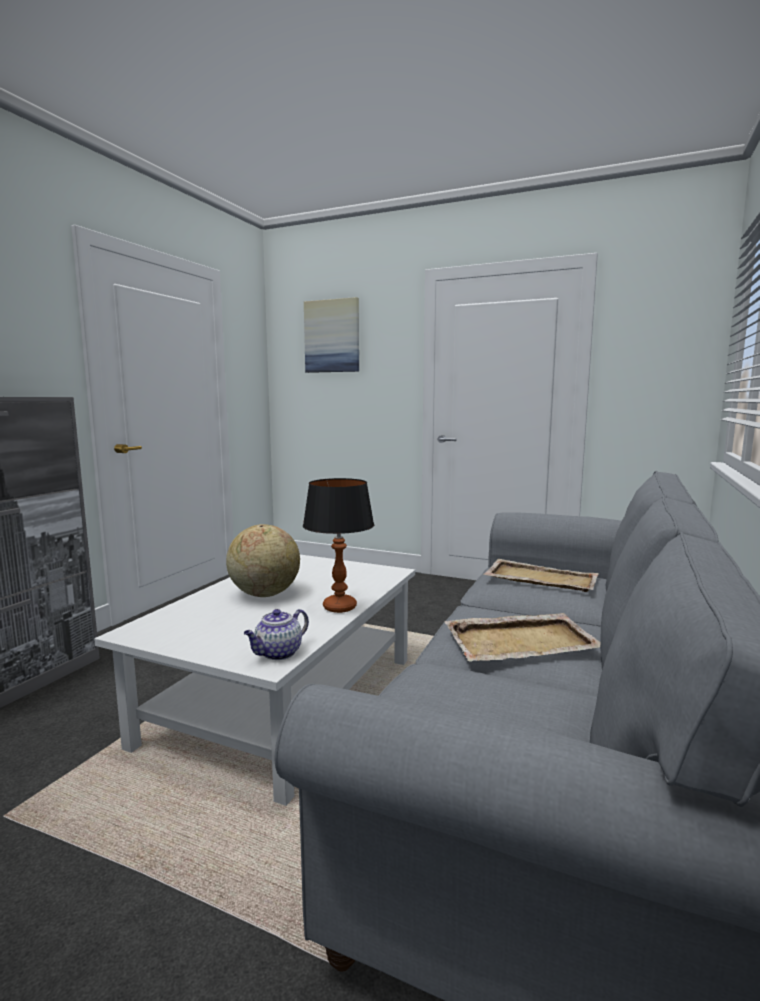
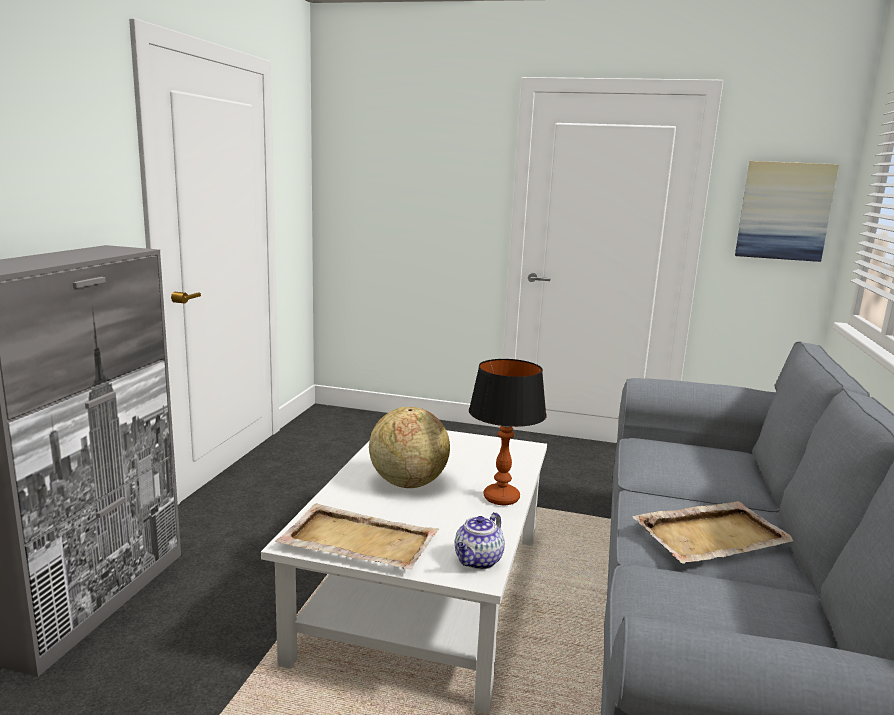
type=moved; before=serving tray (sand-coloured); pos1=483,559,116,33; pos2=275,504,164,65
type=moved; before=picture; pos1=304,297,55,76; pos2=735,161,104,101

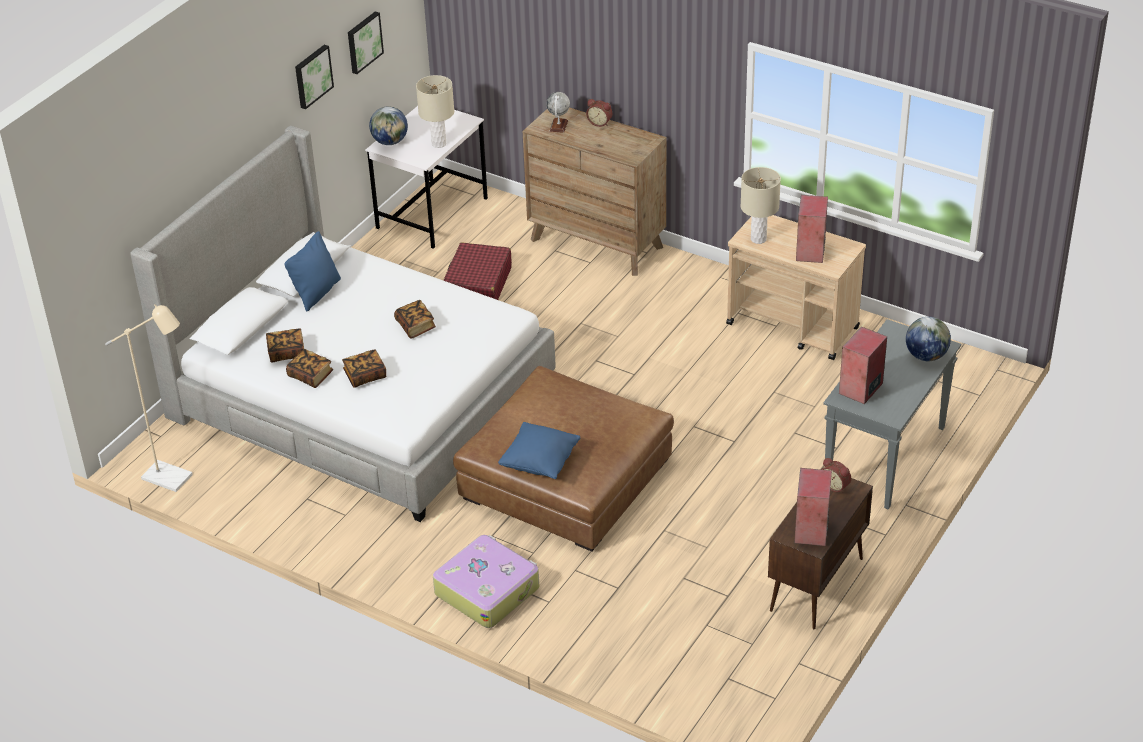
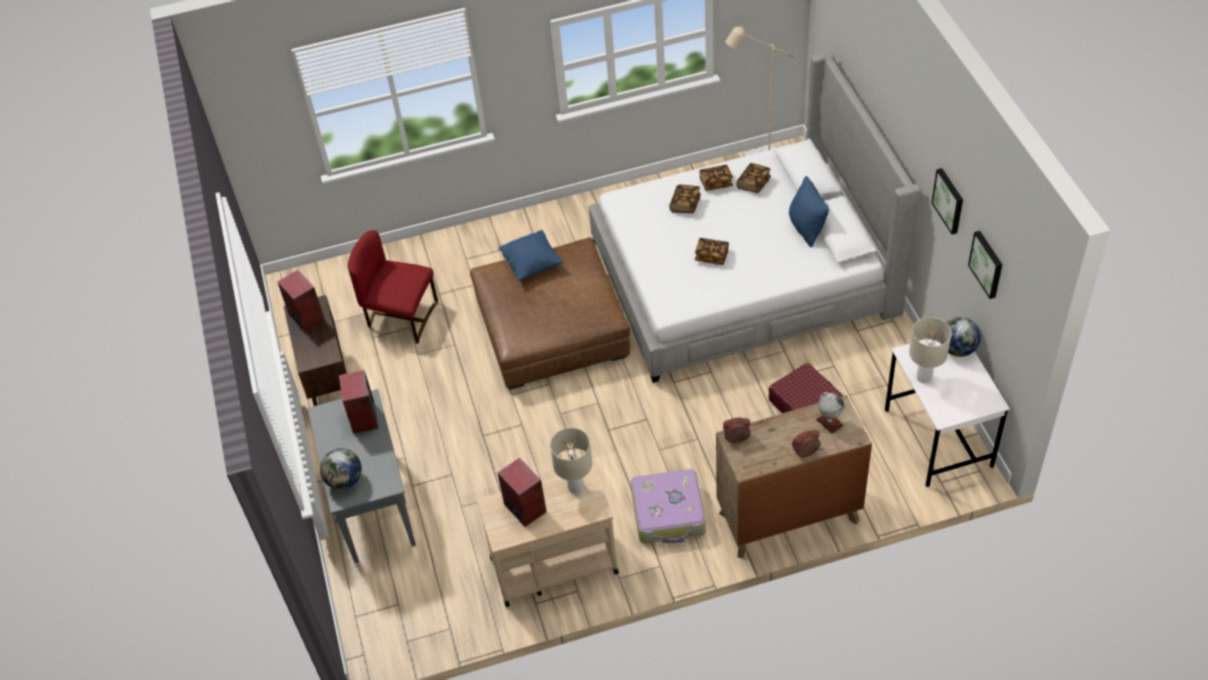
type=added; after=chair (red); pos2=348,230,90,114
type=moved; before=piece of luggage; pos1=433,535,106,93; pos2=631,469,75,74
type=moved; before=table clock; pos1=822,458,29,35; pos2=723,418,27,25

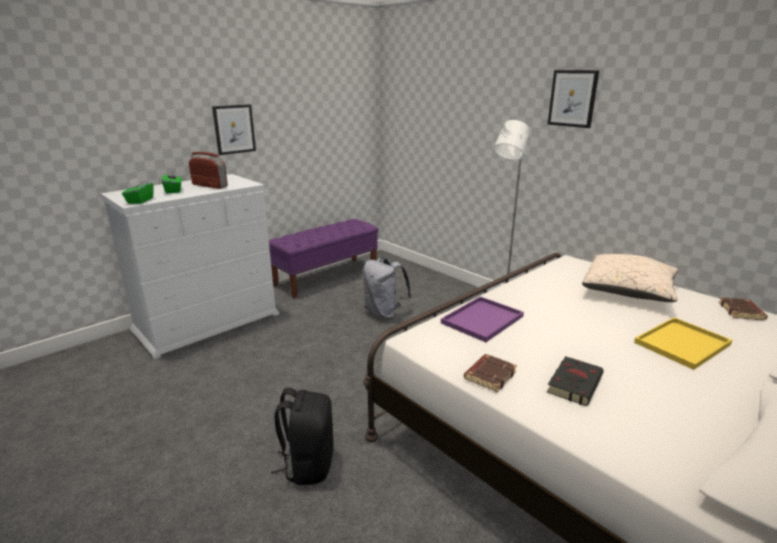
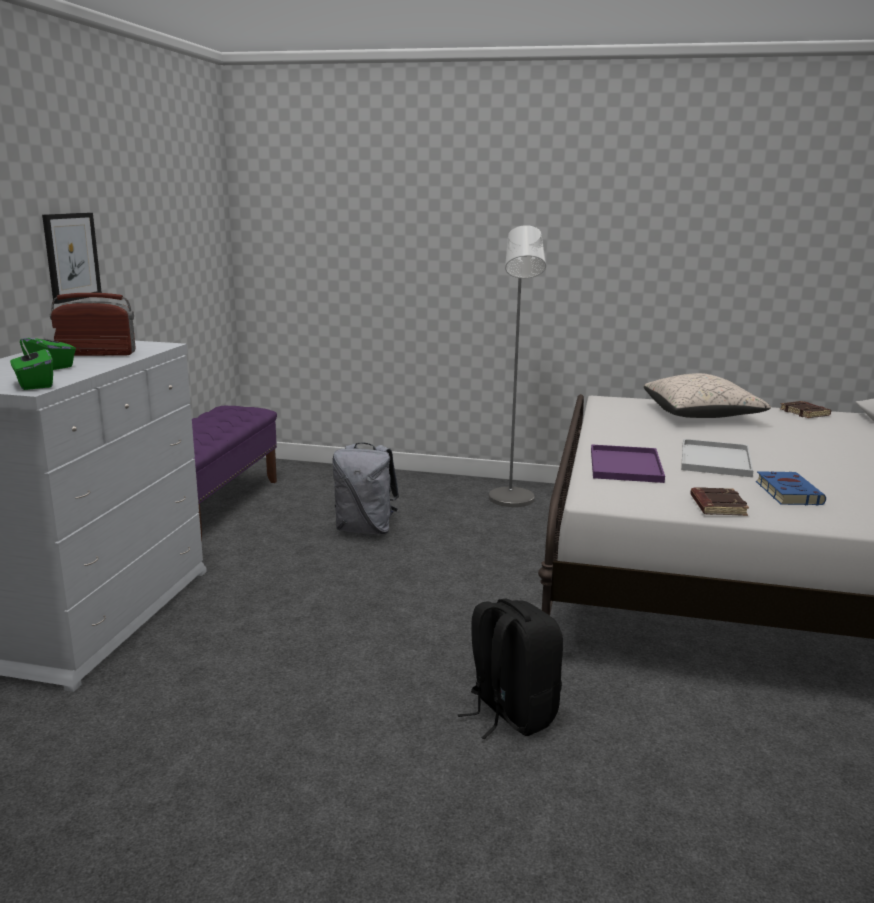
type=added; after=serving tray (white); pos2=681,439,72,38
type=recoloured; before=book (blackish); after=book (blue-coloured); pos1=547,356,57,50; pos2=756,471,70,35
type=removed; before=picture; pos1=547,70,52,58
type=removed; before=serving tray (yellow); pos1=634,317,98,53

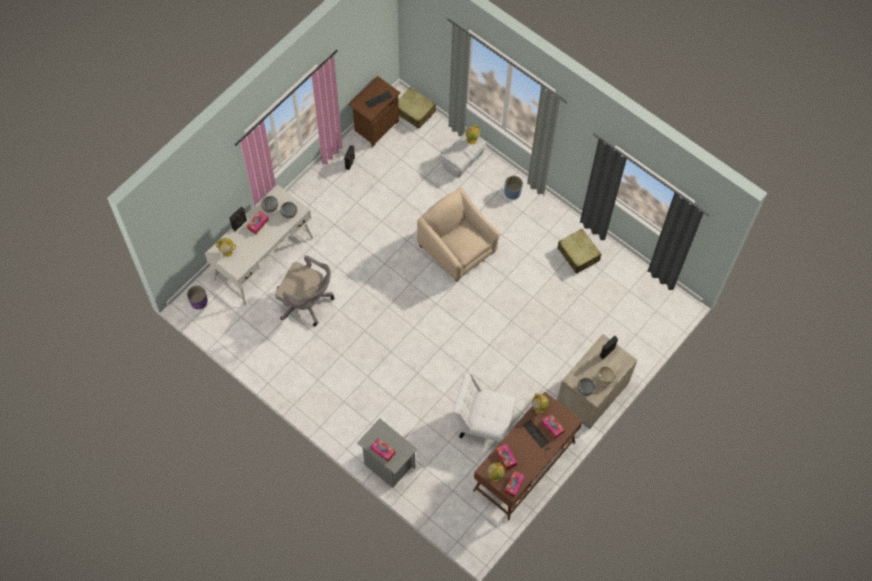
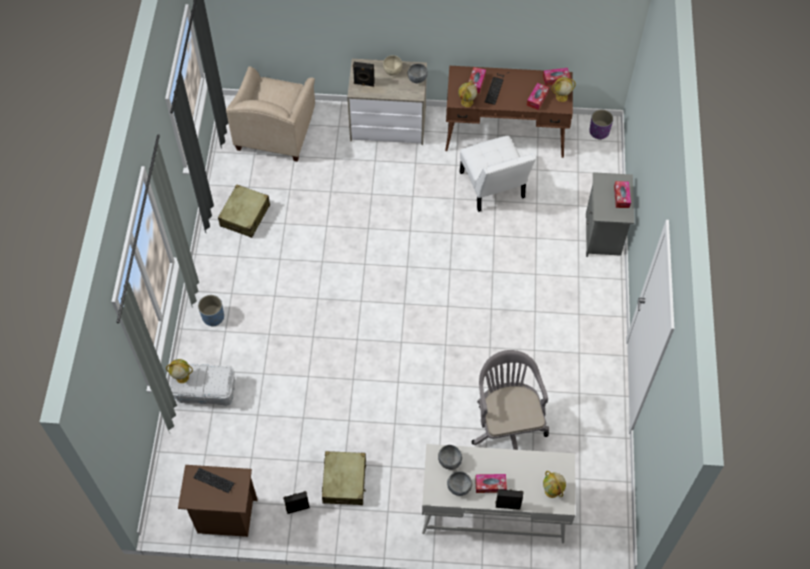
type=moved; before=armchair (sand-coloured); pos1=417,188,83,94; pos2=226,66,89,96
type=moved; before=piece of luggage (sand-coloured); pos1=398,87,38,42; pos2=322,451,44,54
type=moved; before=flower pot (purple-coloured); pos1=187,286,21,24; pos2=590,109,23,31

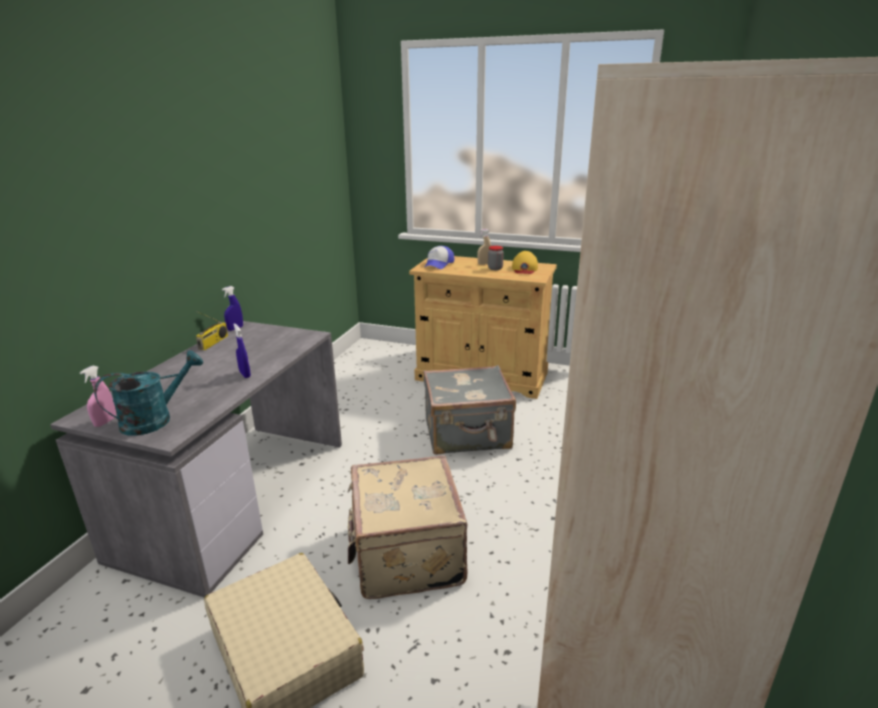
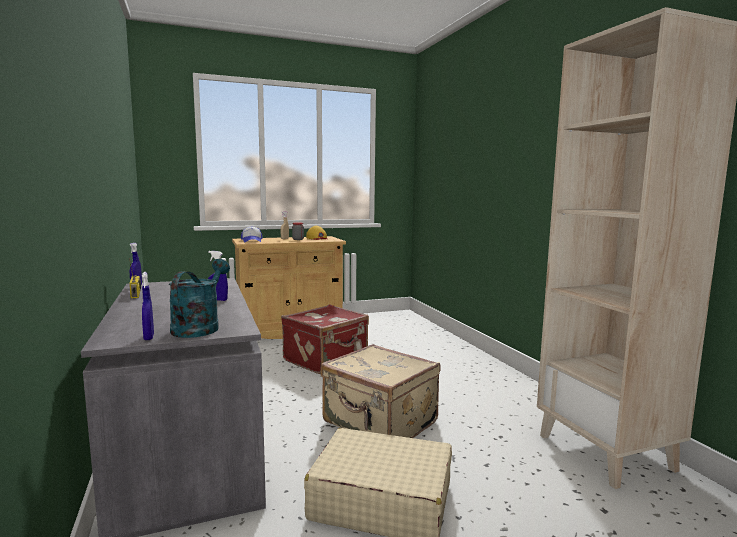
type=recoloured; before=hand sprayer (pink-coloured); after=hand sprayer (blue-coloured); pos1=80,366,36,61; pos2=142,272,12,68
type=recoloured; before=piece of luggage (greyish); after=piece of luggage (red); pos1=423,365,93,90; pos2=281,305,88,69

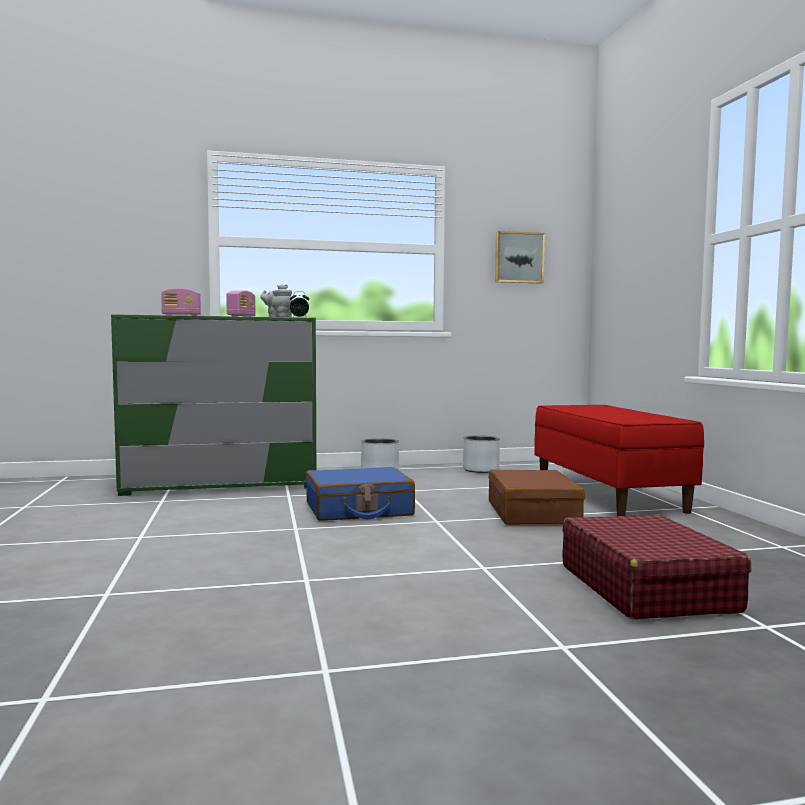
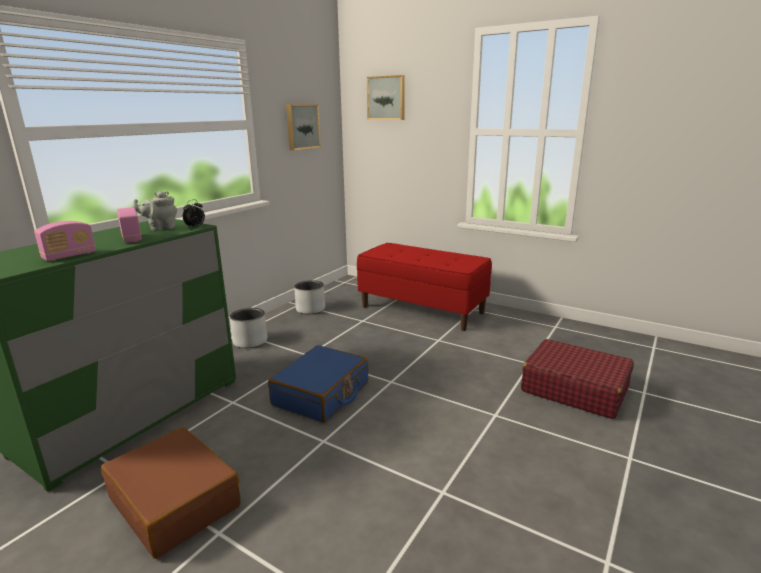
type=moved; before=piece of luggage (brown); pos1=488,469,97,56; pos2=101,427,140,132
type=added; after=picture; pos2=367,75,38,45

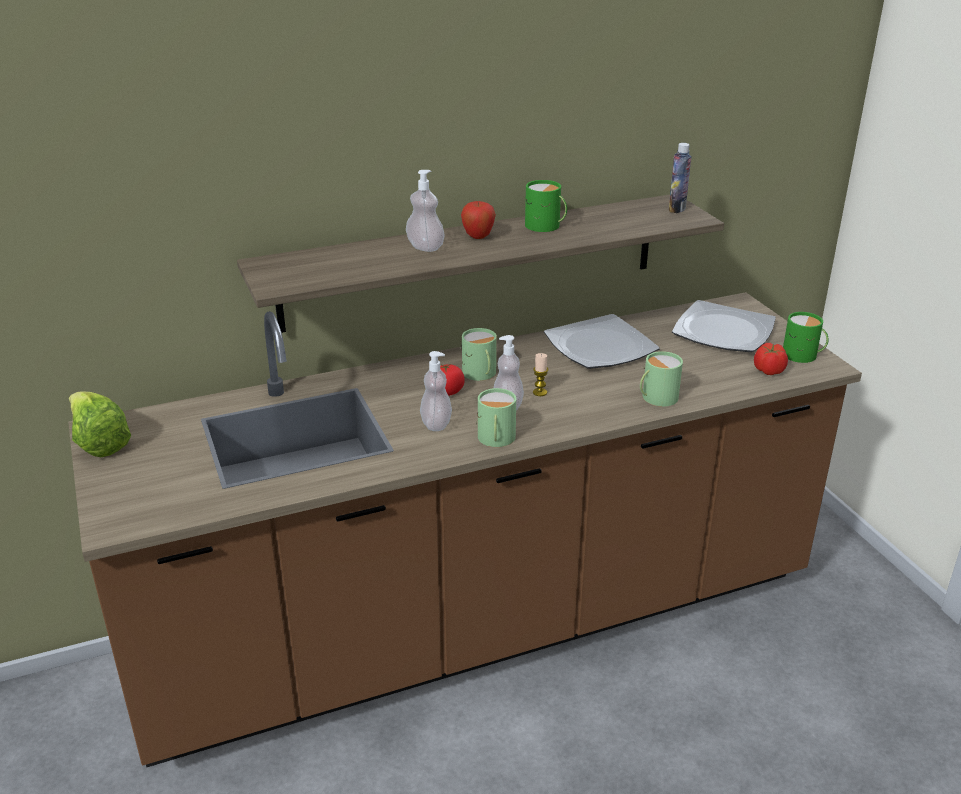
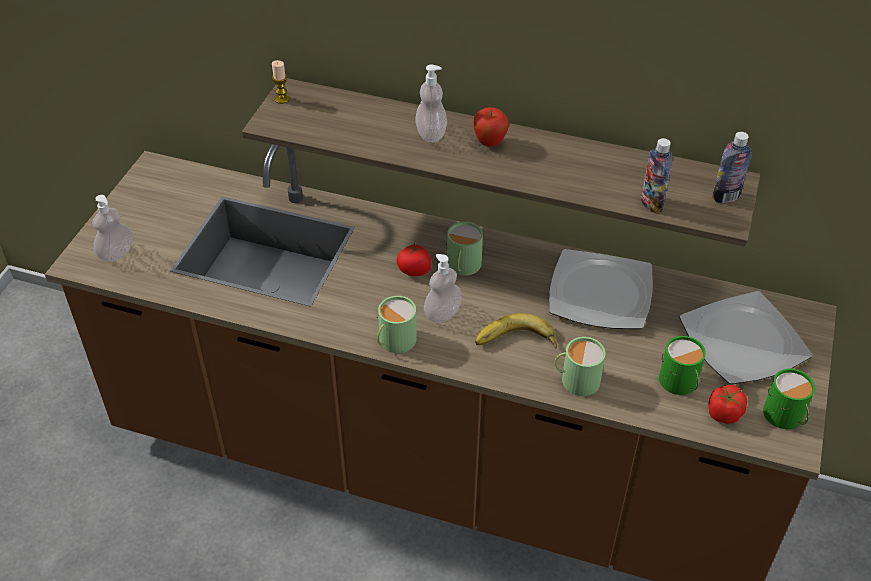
type=moved; before=soap dispenser; pos1=420,351,32,80; pos2=92,195,41,67
type=moved; before=wax light; pos1=533,353,15,43; pos2=272,60,18,44
type=added; after=banana fruit; pos2=475,313,82,36
type=added; after=drink bottle; pos2=641,138,32,75
type=moved; before=tea mug (greenish); pos1=525,180,42,52; pos2=659,336,47,59
type=removed; before=lettuce; pos1=69,391,62,66

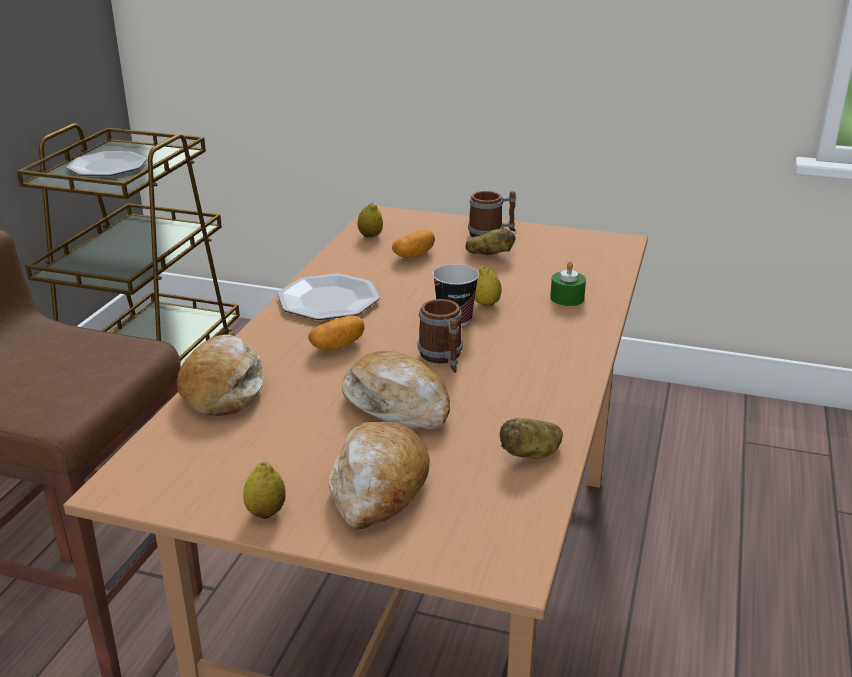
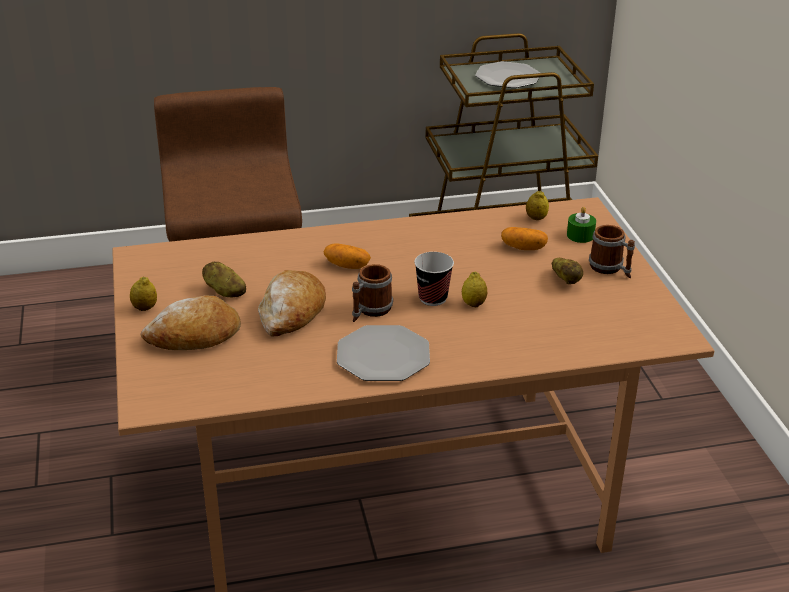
type=moved; before=whole potato; pos1=500,418,63,41; pos2=202,261,44,36
type=moved; before=flat dish; pos1=278,274,102,46; pos2=337,325,93,56
type=moved; before=wax light (greenish); pos1=550,261,36,45; pos2=567,207,29,36
type=removed; before=bakery bread; pos1=177,335,87,81

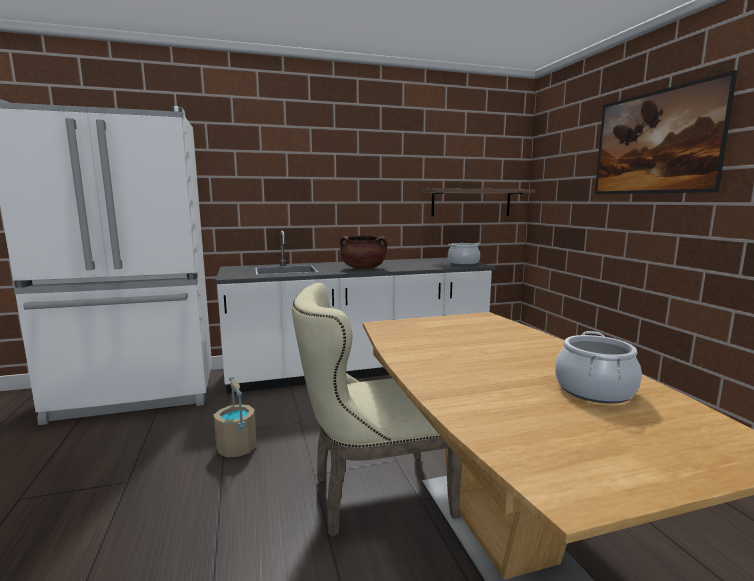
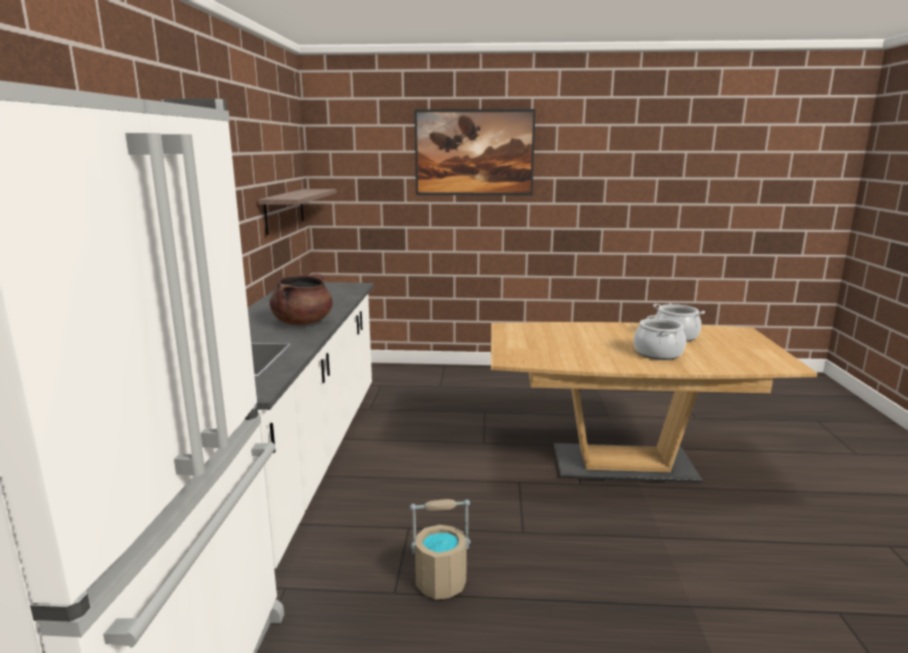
type=moved; before=stockpot; pos1=448,243,32,23; pos2=634,316,52,44
type=removed; before=chair (sand-coloured); pos1=292,283,170,254

